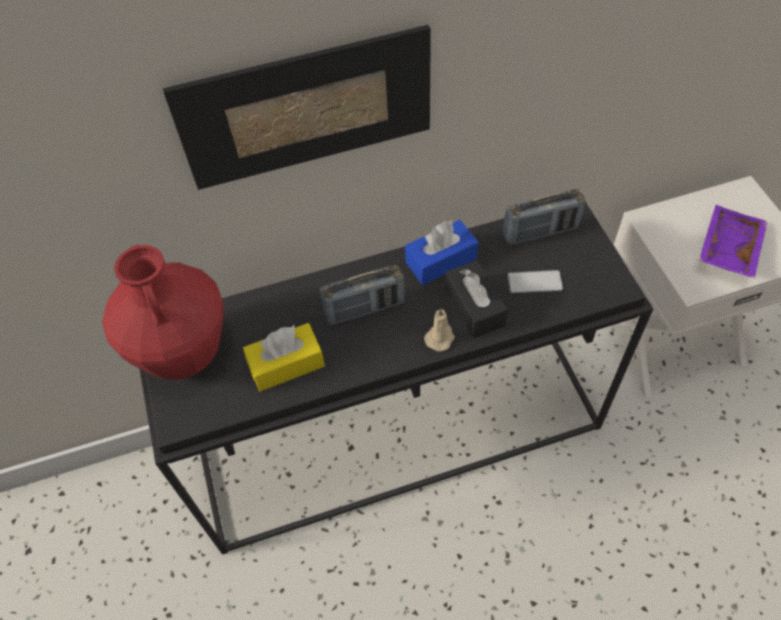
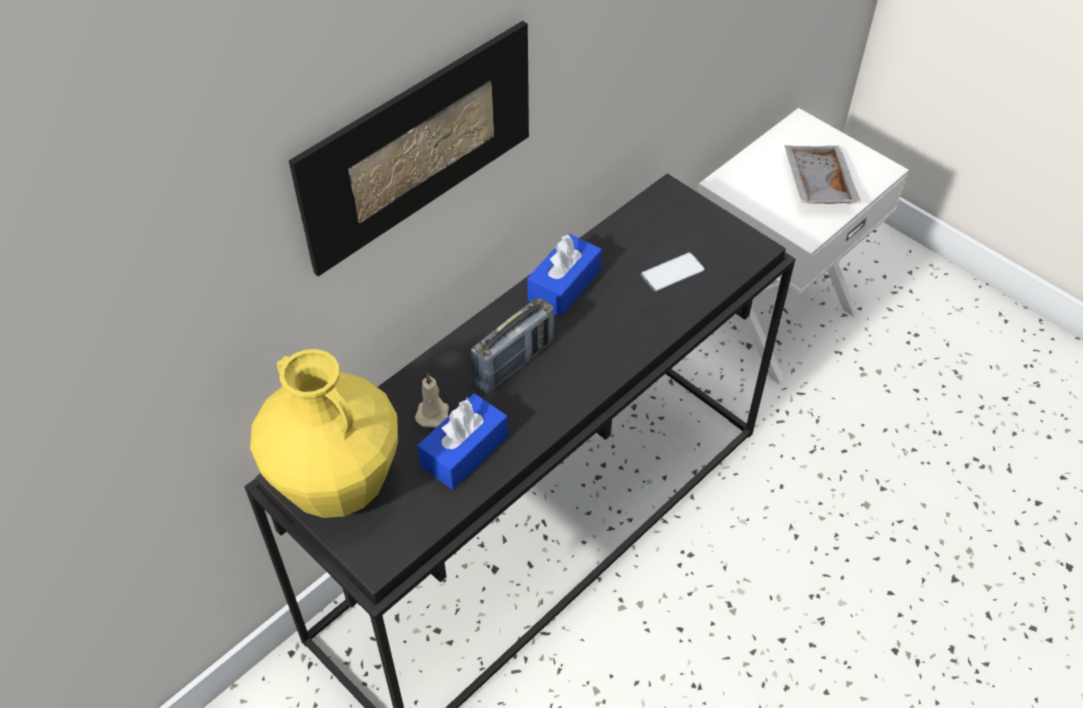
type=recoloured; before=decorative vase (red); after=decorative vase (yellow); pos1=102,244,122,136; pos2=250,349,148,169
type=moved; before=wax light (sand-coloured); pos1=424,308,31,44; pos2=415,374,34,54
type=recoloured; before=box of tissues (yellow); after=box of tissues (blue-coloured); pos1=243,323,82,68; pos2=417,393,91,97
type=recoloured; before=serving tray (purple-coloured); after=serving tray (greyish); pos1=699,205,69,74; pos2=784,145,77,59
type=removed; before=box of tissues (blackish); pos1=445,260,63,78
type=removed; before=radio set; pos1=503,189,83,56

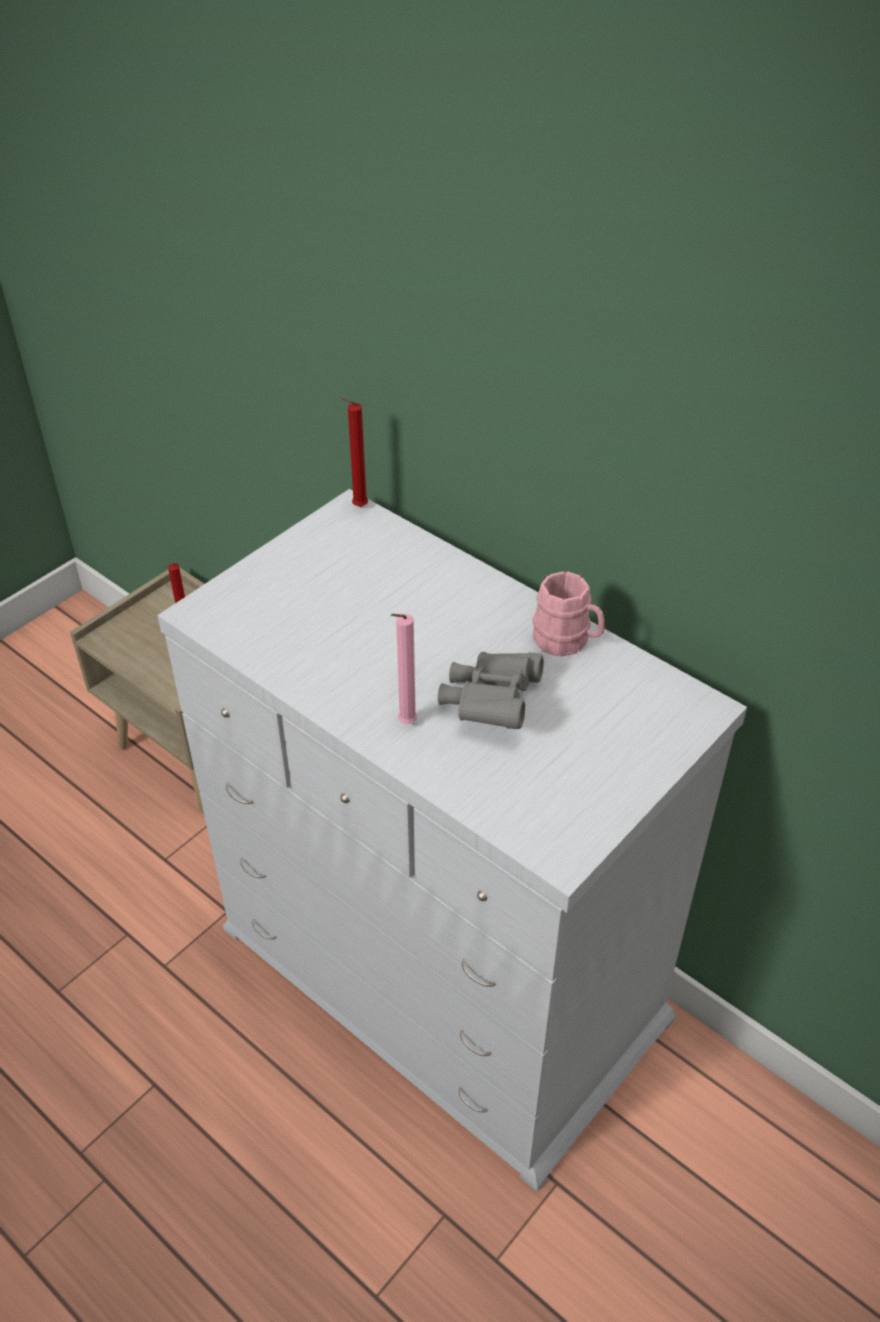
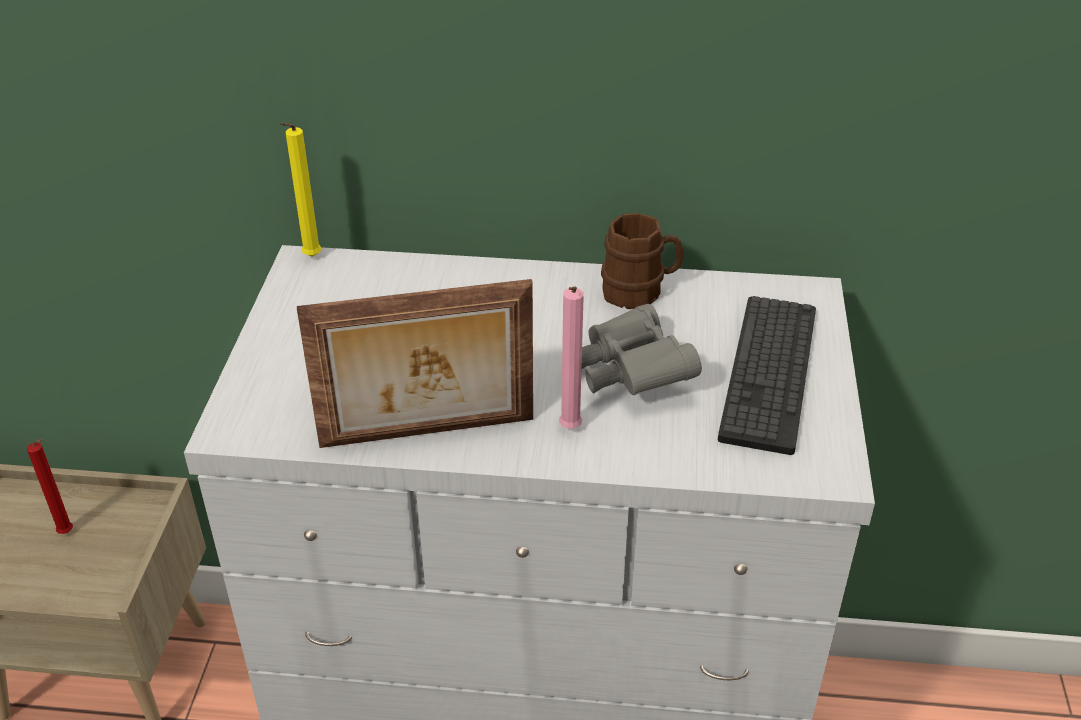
type=recoloured; before=wax light (red); after=wax light (yellow); pos1=340,397,28,110; pos2=280,122,41,135
type=added; after=standing frame; pos2=297,279,236,169
type=recoloured; before=tea mug (pink-coloured); after=tea mug (brown); pos1=532,571,73,86; pos2=601,213,82,96
type=added; after=keyboard; pos2=718,296,98,159

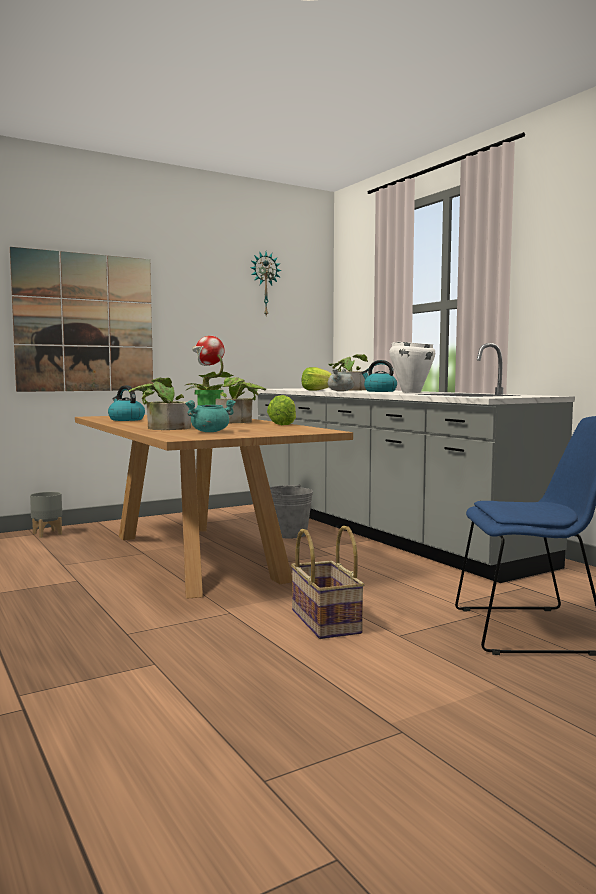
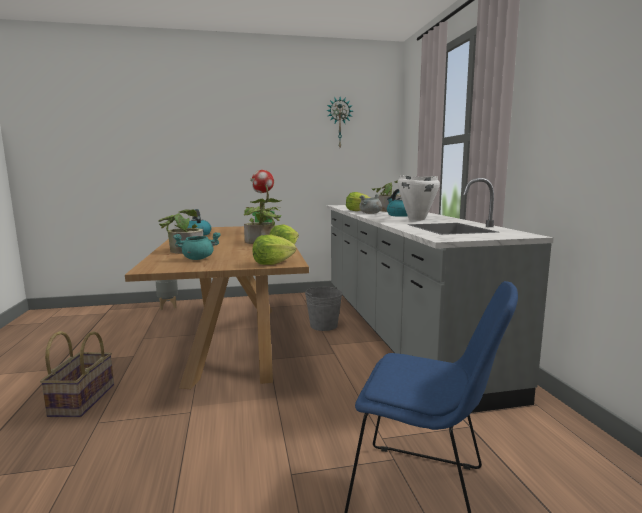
type=moved; before=storage basket; pos1=291,526,74,113; pos2=40,331,74,86
type=added; after=lettuce; pos2=253,235,43,30
type=removed; before=picture; pos1=10,247,143,145

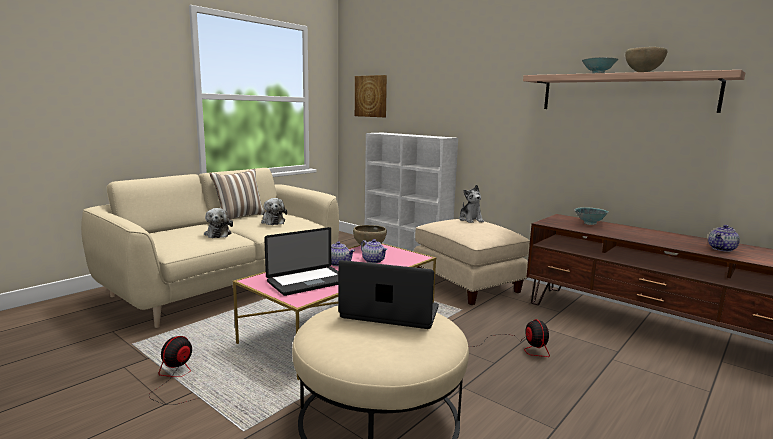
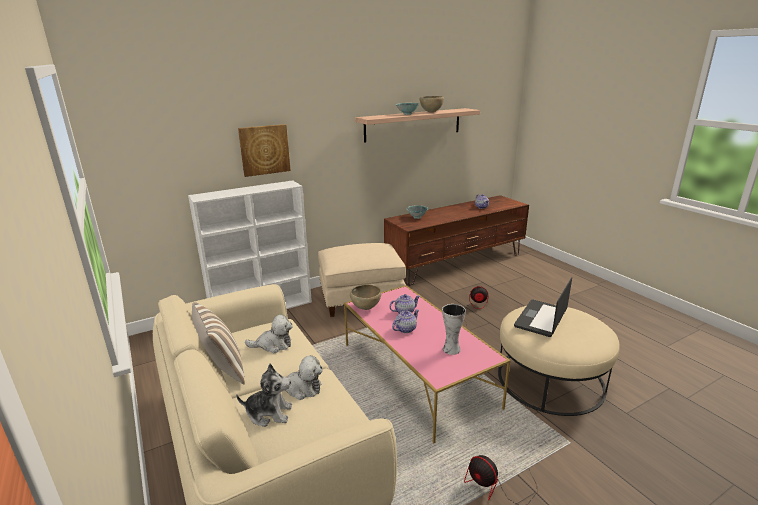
type=moved; before=plush toy; pos1=459,185,25,38; pos2=236,364,56,63
type=moved; before=picture; pos1=355,75,32,42; pos2=238,124,53,53
type=replaced; before=notebook computer; after=decorative vase; pos1=264,227,75,69; pos2=442,304,24,51

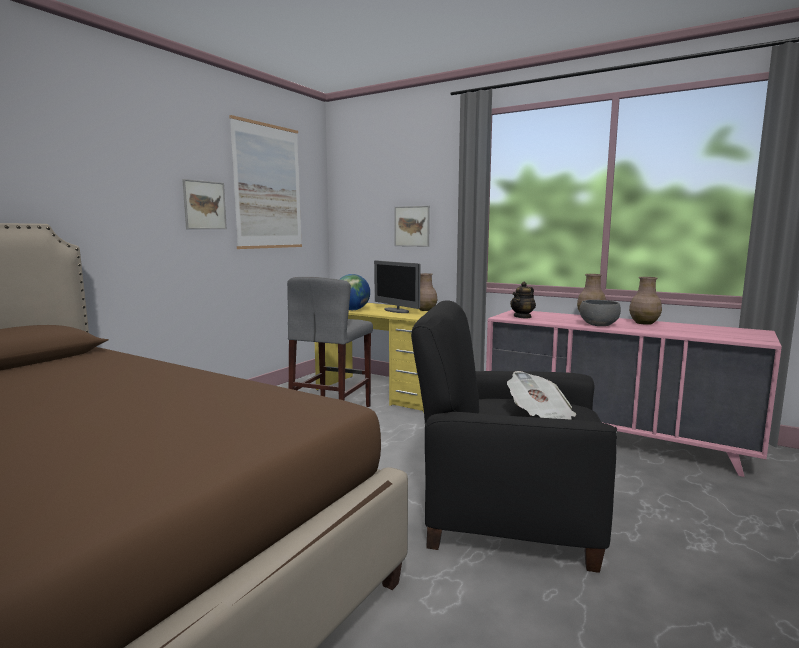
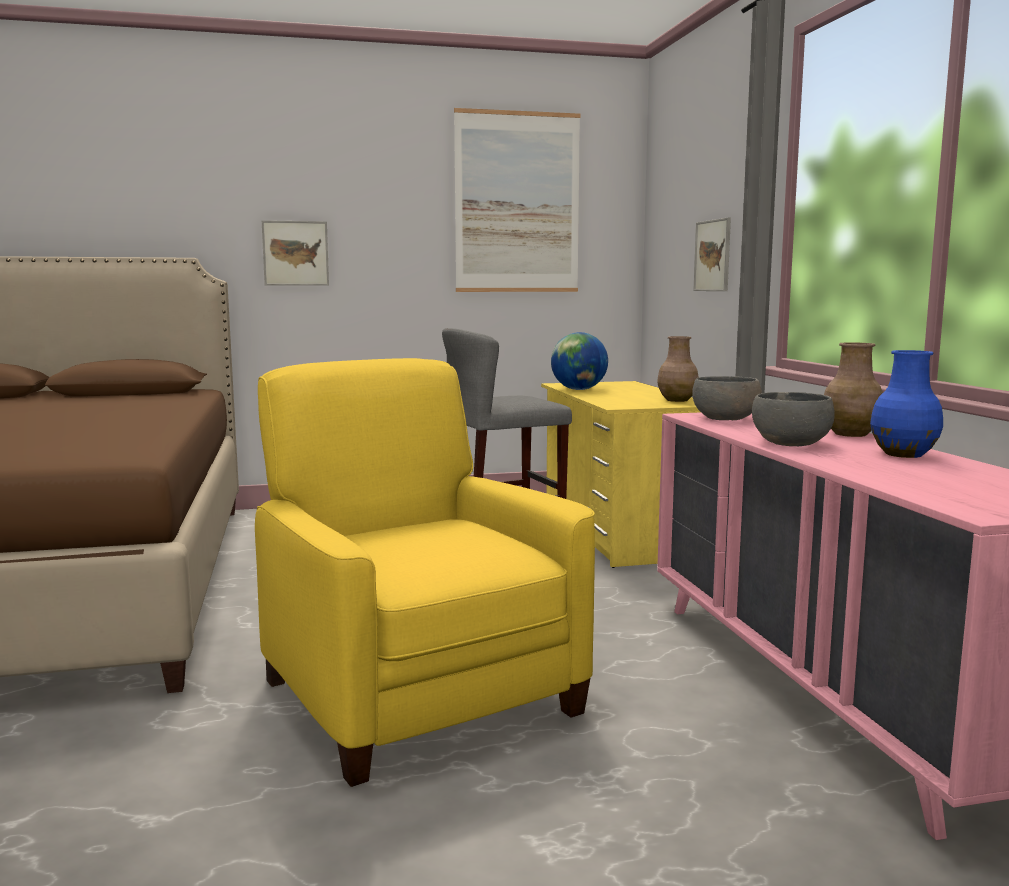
type=recoloured; before=armchair (blackish); after=armchair (yellow); pos1=411,301,206,272; pos2=255,358,340,429
type=moved; before=picture; pos1=182,179,45,50; pos2=262,220,67,65
type=replaced; before=tea pot; after=serving bowl (greyish); pos1=510,282,26,37; pos2=692,376,70,44
type=recoloured; before=decorative vase (brown); after=decorative vase (blue-coloured); pos1=629,277,33,48; pos2=870,350,73,108
type=removed; before=computer display; pos1=374,261,46,52
type=removed; before=newspaper; pos1=507,371,69,49

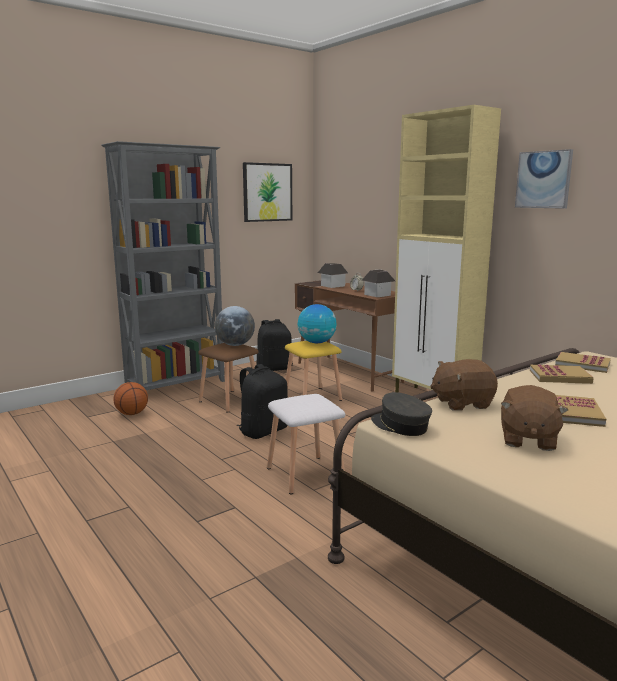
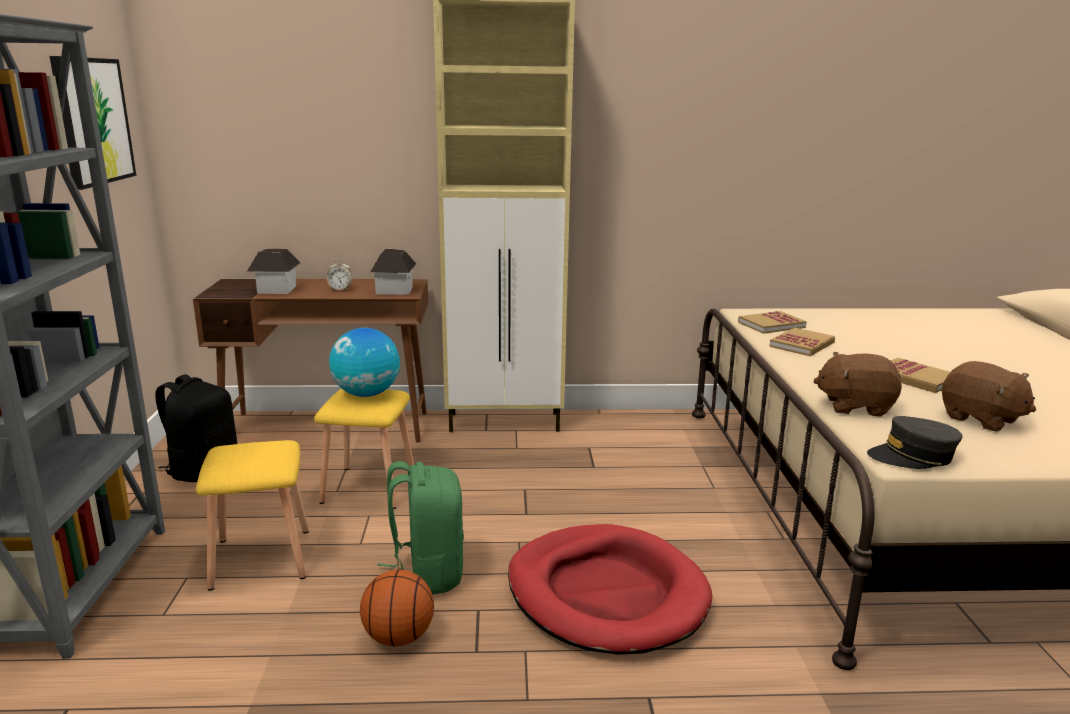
type=recoloured; before=stool seat (brown); after=stool seat (yellow); pos1=198,343,61,69; pos2=196,440,113,151
type=moved; before=ball for basketball; pos1=114,382,34,33; pos2=360,570,74,76
type=recoloured; before=rucksack (blackish); after=rucksack (greenish); pos1=237,364,51,75; pos2=377,461,87,133
type=replaced; before=stool seat (white); after=dog bed (red); pos1=267,394,78,101; pos2=508,524,204,131
type=turned; before=plush toy (brown); pos1=430,359,68,52; pos2=813,352,89,65; turn=75
type=removed; before=globe; pos1=215,306,40,40
type=removed; before=picture; pos1=515,149,58,60

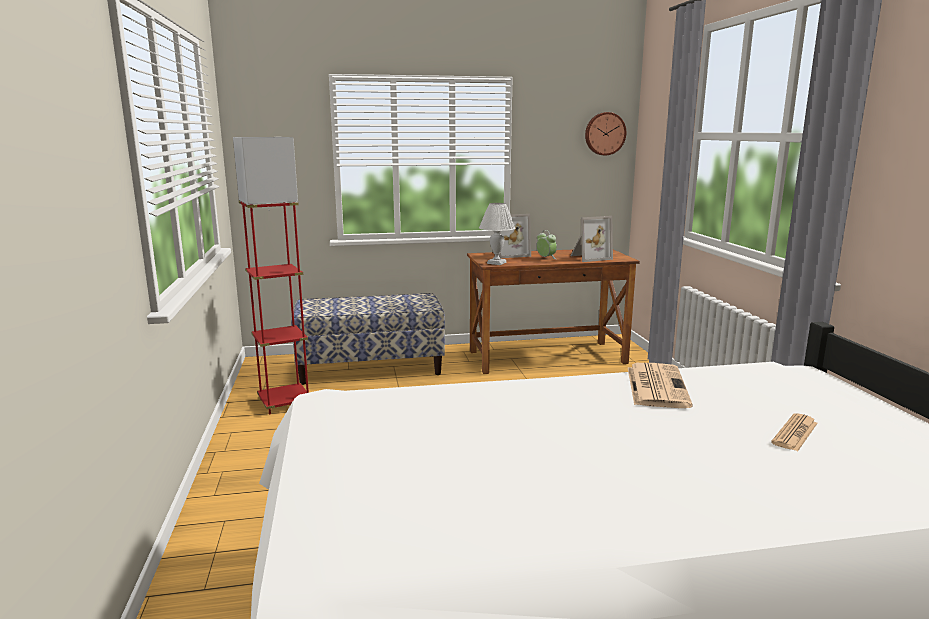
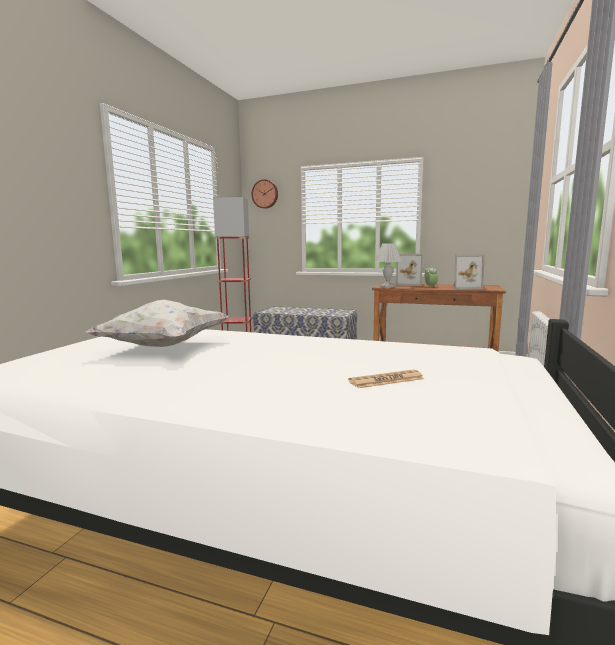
type=added; after=pillow (white); pos2=86,300,143,47
type=moved; before=clock on the wall; pos1=585,112,41,43; pos2=252,179,26,30
type=removed; before=newspaper; pos1=628,363,65,45

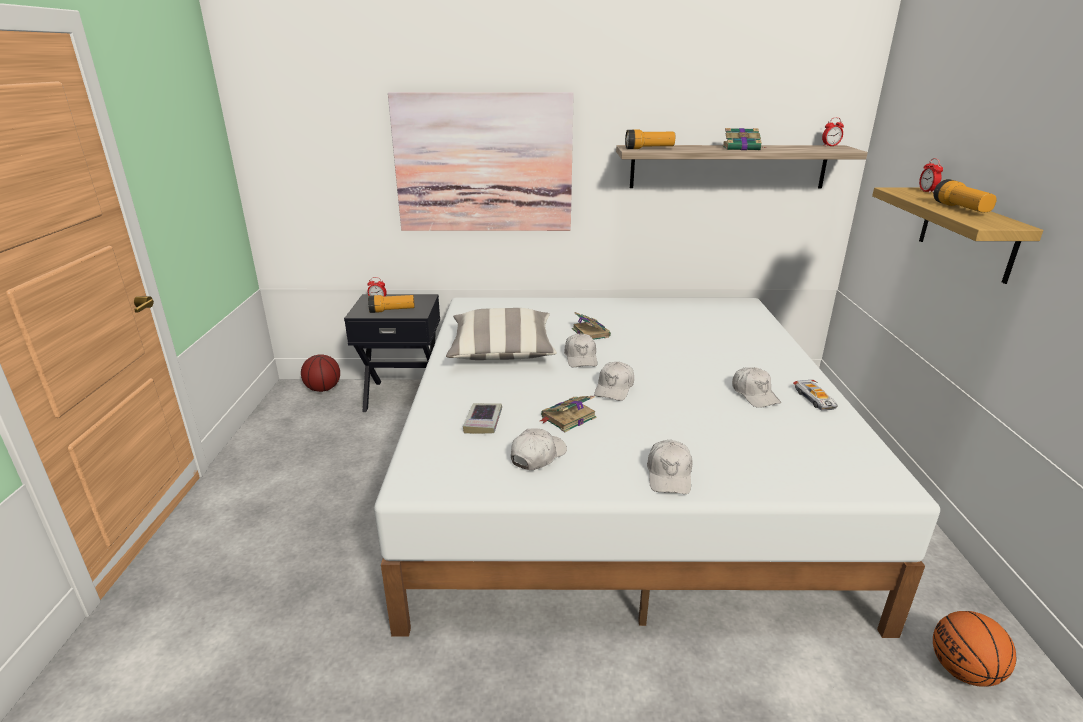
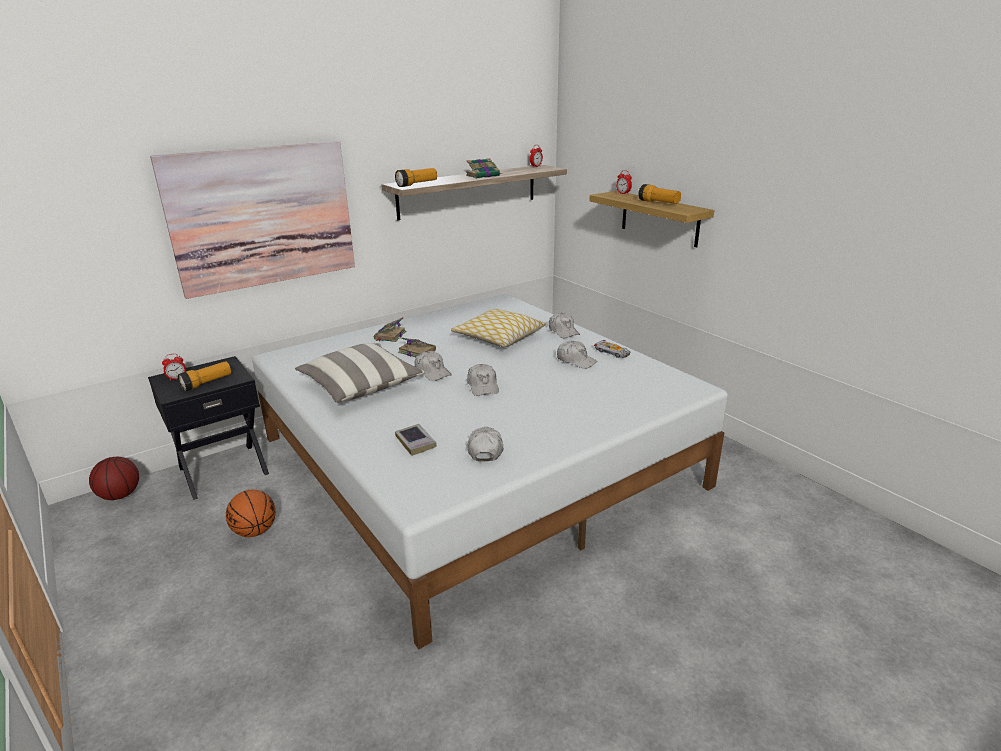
type=moved; before=ball for basketball; pos1=933,611,84,76; pos2=226,490,50,47
type=moved; before=book; pos1=540,396,57,36; pos2=374,318,32,24
type=added; after=pillow; pos2=451,309,95,38
type=moved; before=baseball cap (white); pos1=647,440,46,54; pos2=549,313,31,25

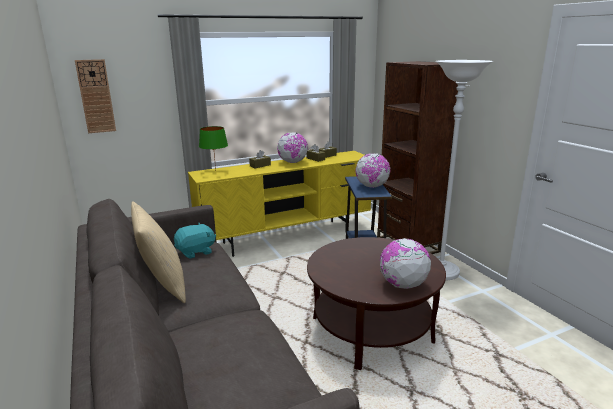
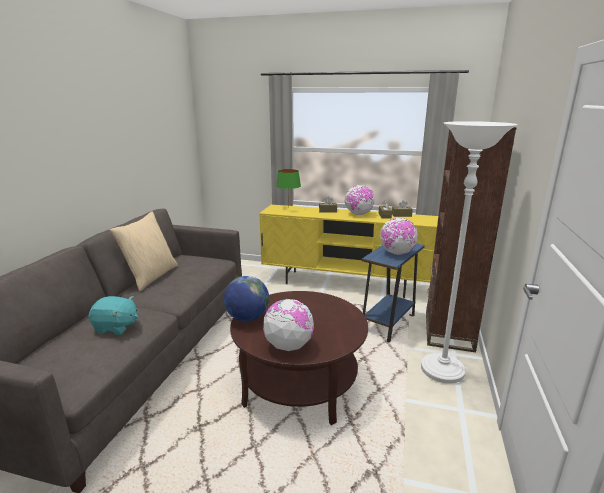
type=moved; before=plush toy (turquoise); pos1=174,223,42,36; pos2=89,296,49,39
type=added; after=globe; pos2=224,276,45,46
type=removed; before=clock on the wall; pos1=75,59,41,74

